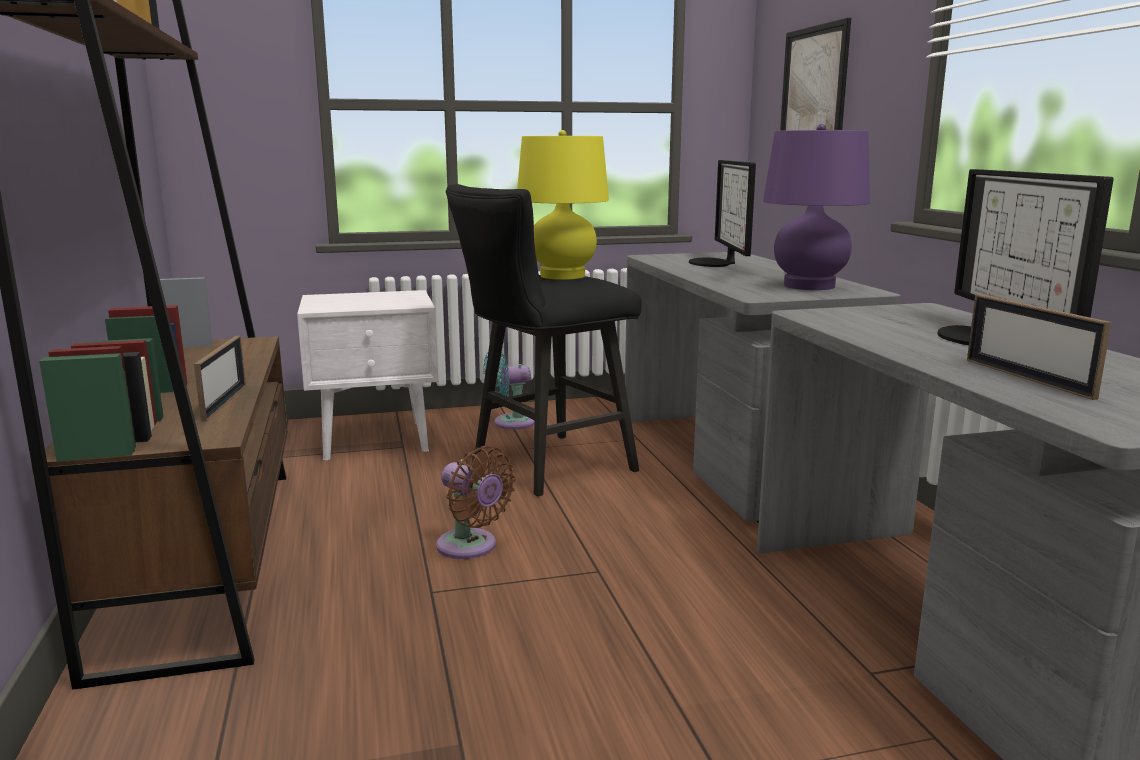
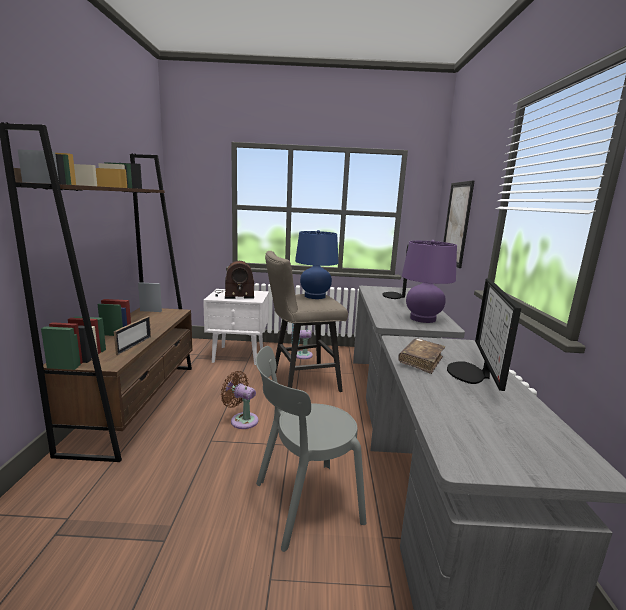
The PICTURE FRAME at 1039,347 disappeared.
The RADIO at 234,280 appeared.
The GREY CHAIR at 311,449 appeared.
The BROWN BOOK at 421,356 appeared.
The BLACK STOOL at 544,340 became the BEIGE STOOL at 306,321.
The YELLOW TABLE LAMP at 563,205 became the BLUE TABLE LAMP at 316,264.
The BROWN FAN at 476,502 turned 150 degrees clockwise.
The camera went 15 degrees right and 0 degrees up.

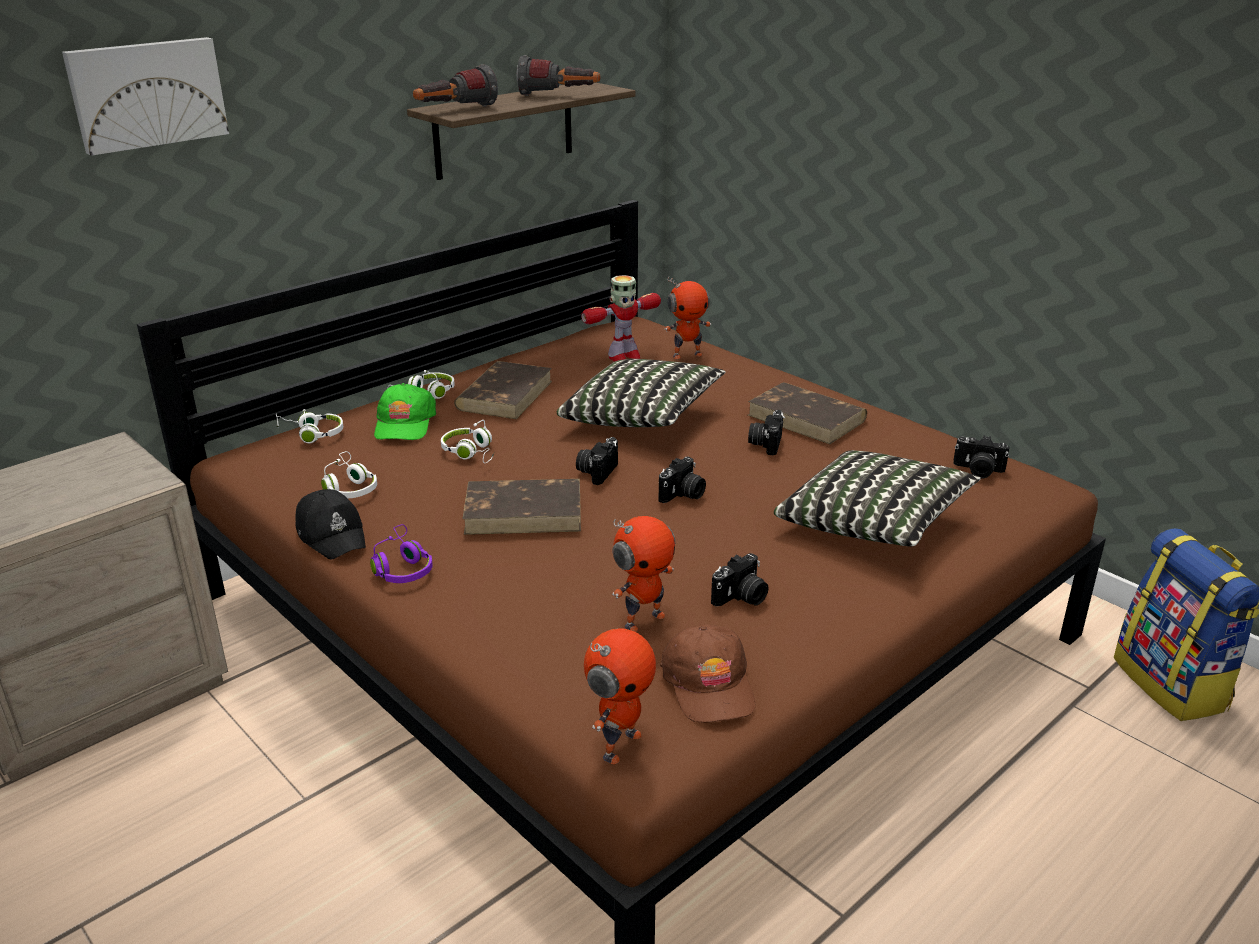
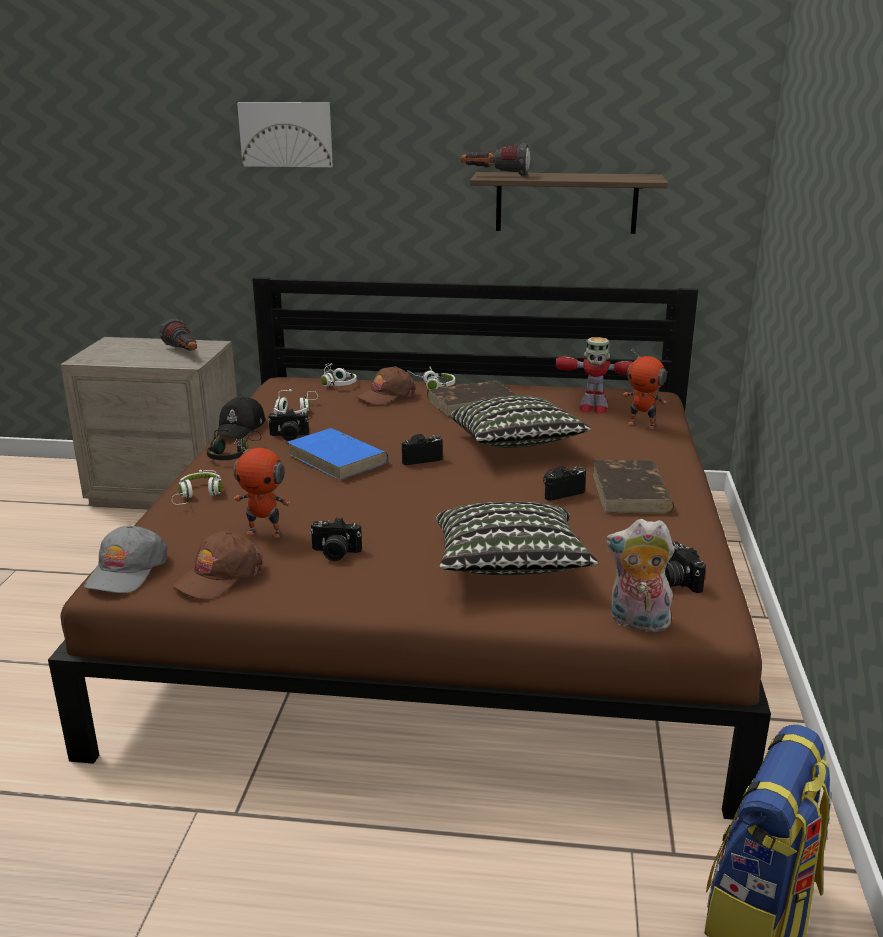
The PLUSH TOY at 640,577 appeared.
The WHITE HEADPHONES moved from 468,442 to 196,487.
The FLASHLIGHT moved from 558,75 to 178,335.
The PHOTO CAMERA moved from 682,480 to 288,425.
The TOY ROBOT at 620,696 was replaced by the GREY CAP at 126,559.
The PURPLE HEADPHONES at 401,553 became the BLACK HEADPHONES at 233,444.
The GREEN CAP at 405,411 became the BROWN CAP at 386,385.
The BROWN BOOK at 521,507 became the BLUE BOOK at 337,454.
The camera went 50 degrees right and 5 degrees down.

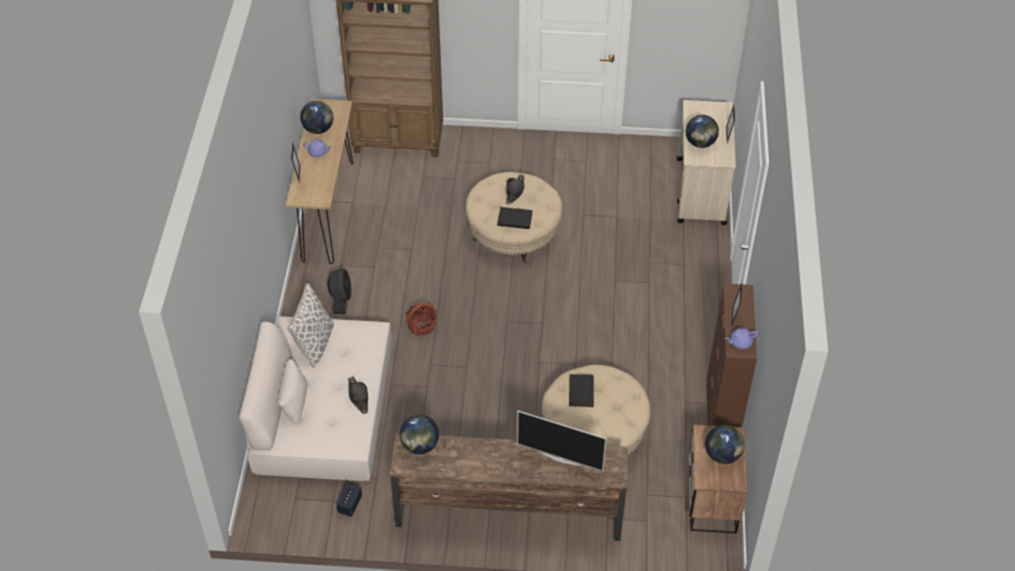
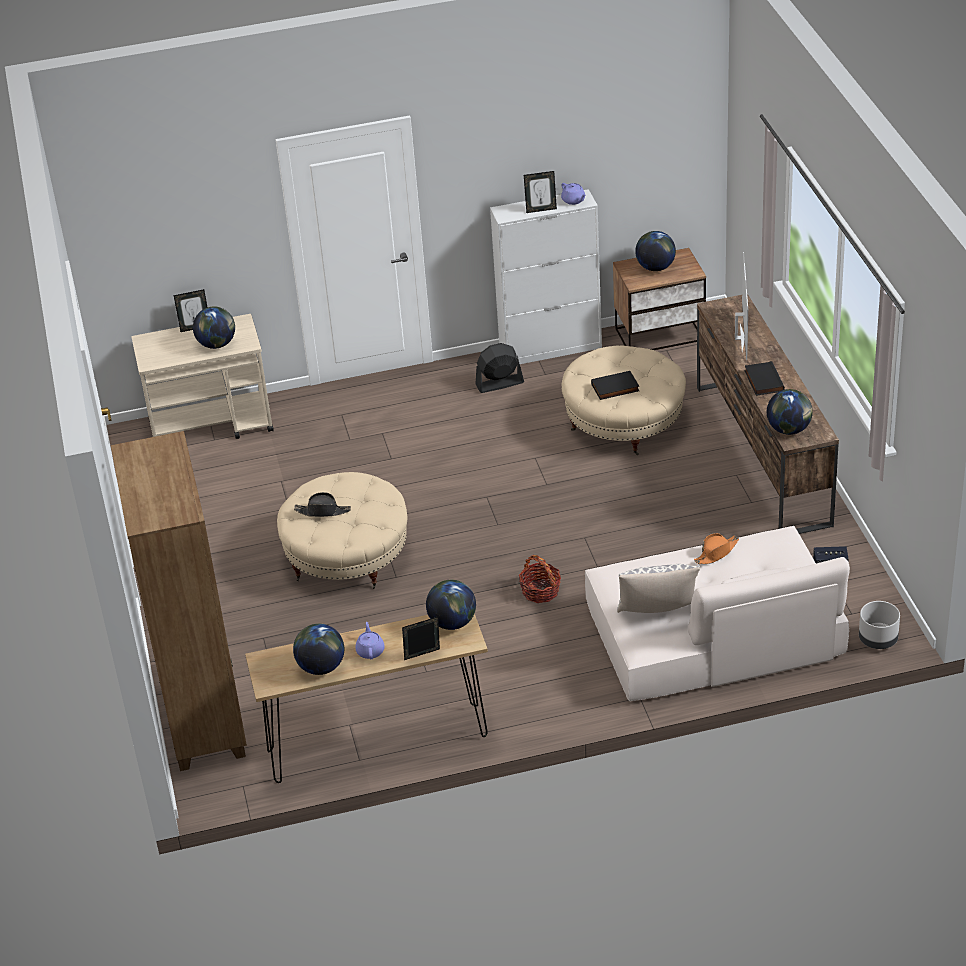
The GLOBE at 451,605 appeared.
The GREY PLANTER at 879,625 appeared.
The BLACK FAN moved from 339,291 to 499,368.
The BLACK BOOK moved from 515,218 to 764,378.
The BLACK HAT at 358,395 became the ORANGE HAT at 716,548.
The BROWN CABINET at 731,355 became the WHITE CABINET at 546,276.
The camera went 105 degrees left and 10 degrees down.

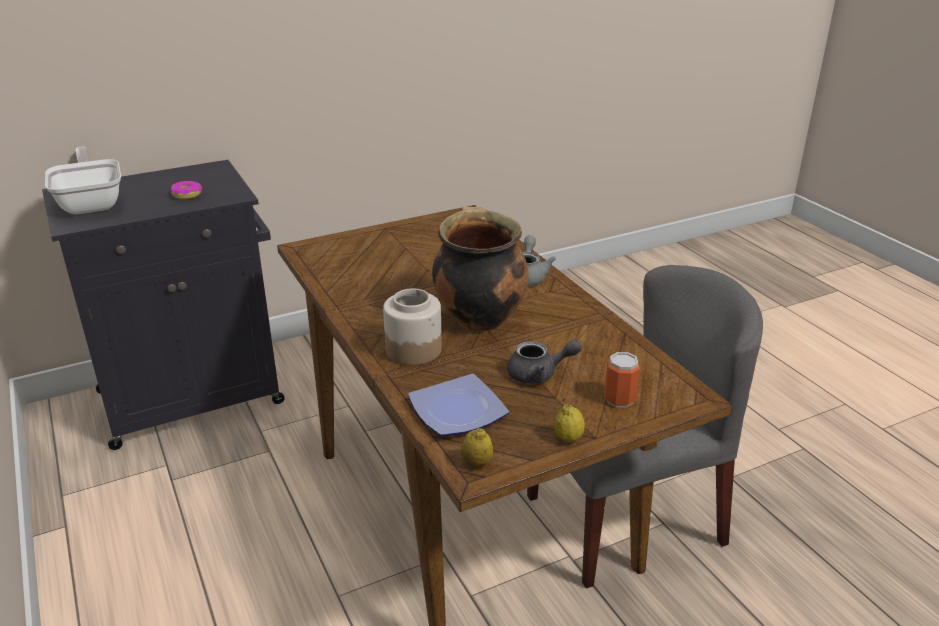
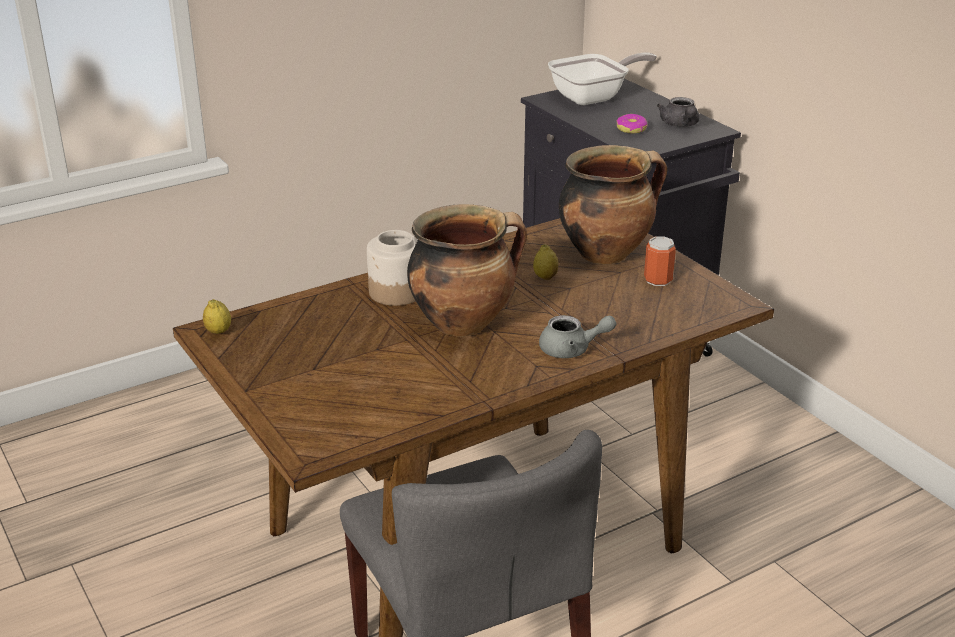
The PLATE at 458,405 disappeared.
The COOKING POT at 613,204 appeared.
The GREY TEAPOT moved from 544,361 to 678,112.
The LEMON moved from 569,423 to 546,262.
The CAN moved from 622,380 to 660,261.
The camera went 85 degrees right and 0 degrees up.

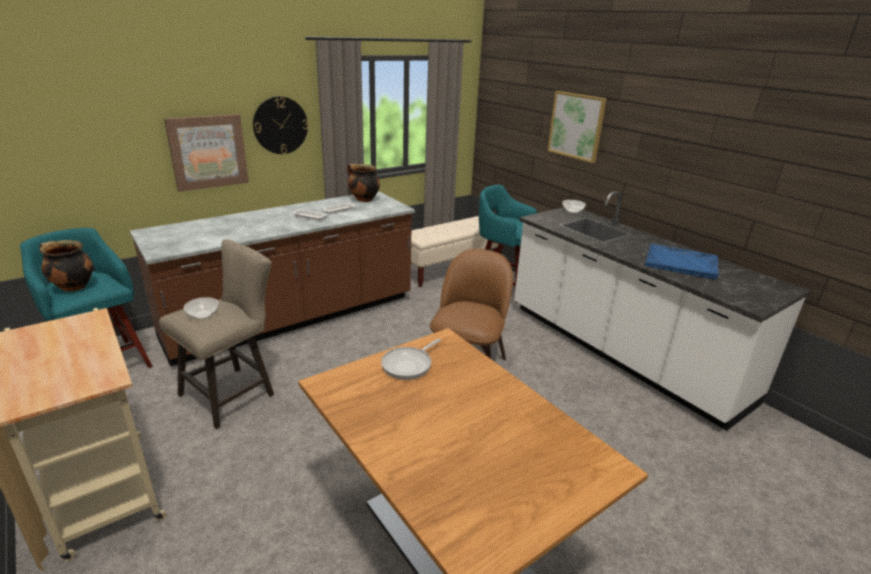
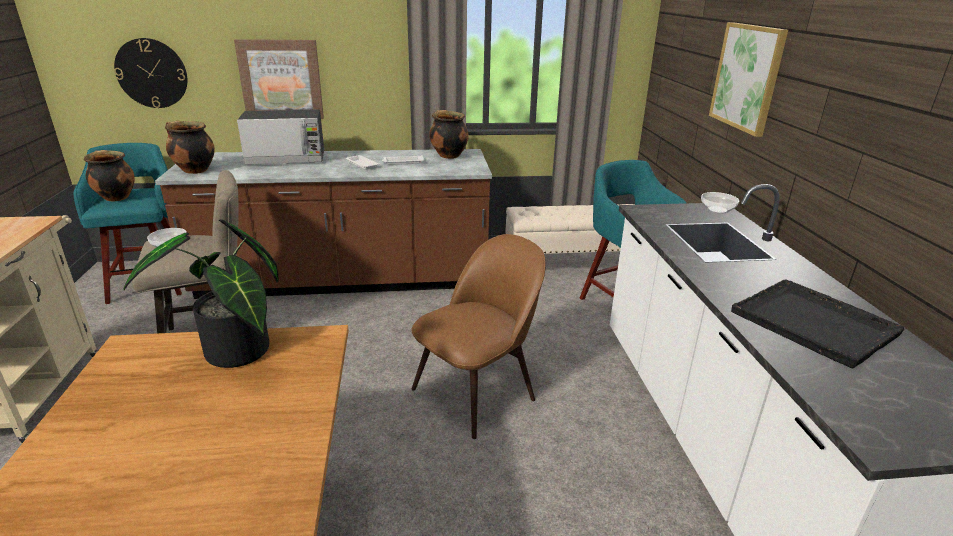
The COOKING POT at 190,147 appeared.
The MICROWAVE at 280,137 appeared.
The WALL CLOCK moved from 280,125 to 150,73.
The FRYING PAN at 411,359 was replaced by the POTTED PLANT at 201,293.
The BLUE TRAY at 682,261 became the BLACK TRAY at 817,323.
The camera went 30 degrees right and 0 degrees up.

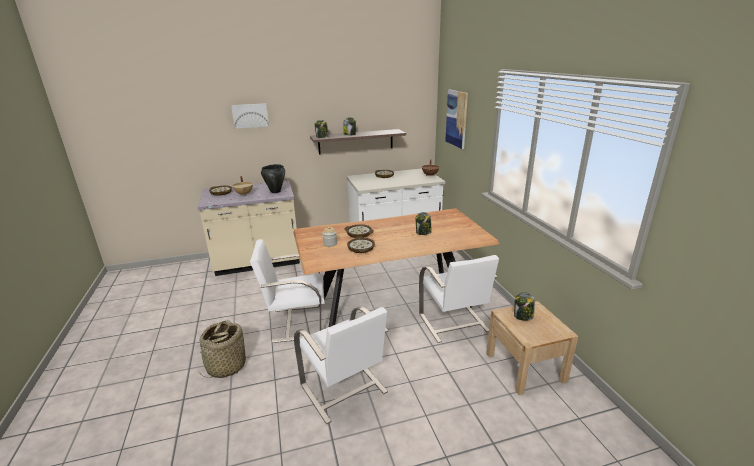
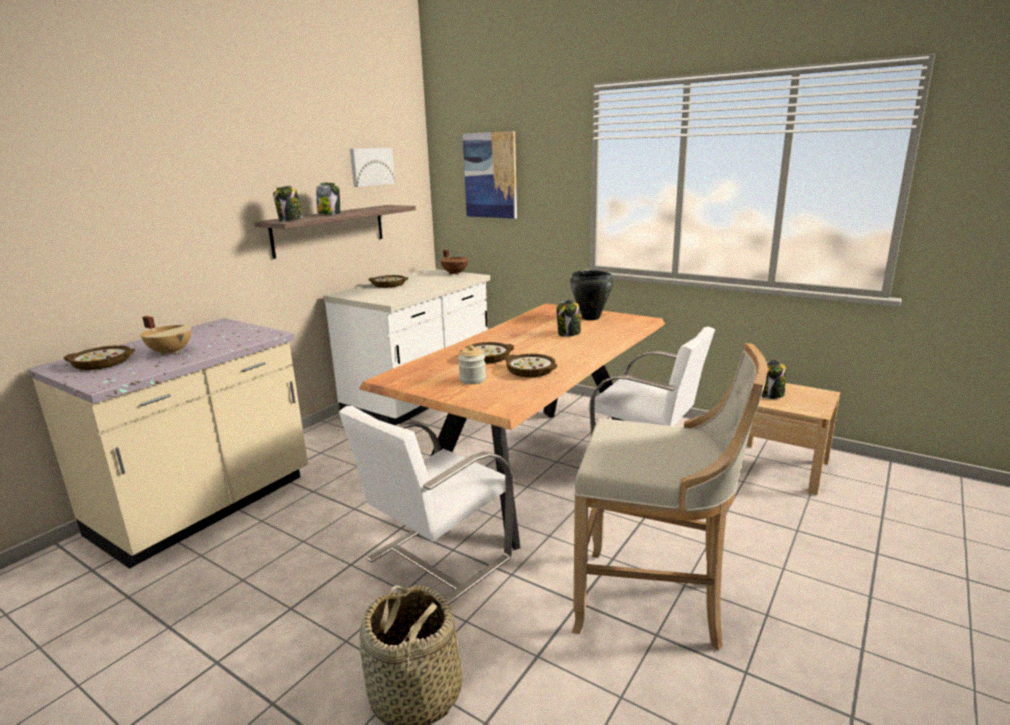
The PICTURE moved from 250,116 to 372,167.
The BLACK COOKING POT moved from 273,178 to 591,295.
The WHITE CHAIR at 341,365 was replaced by the BEIGE STOOL at 670,496.
The camera went 40 degrees left and 5 degrees down.

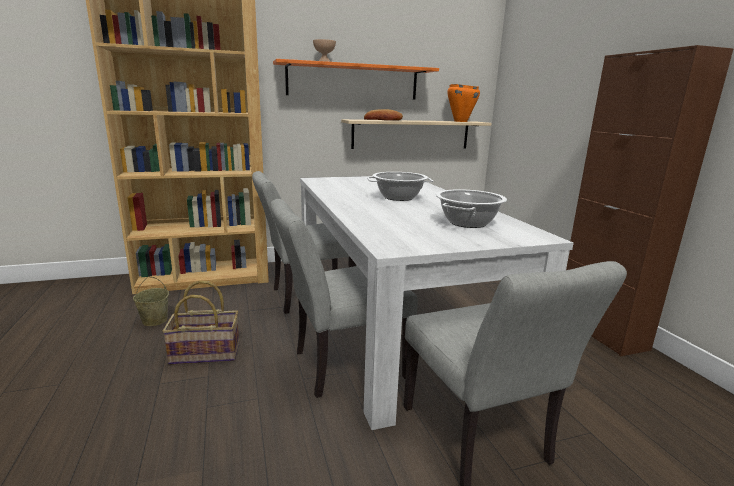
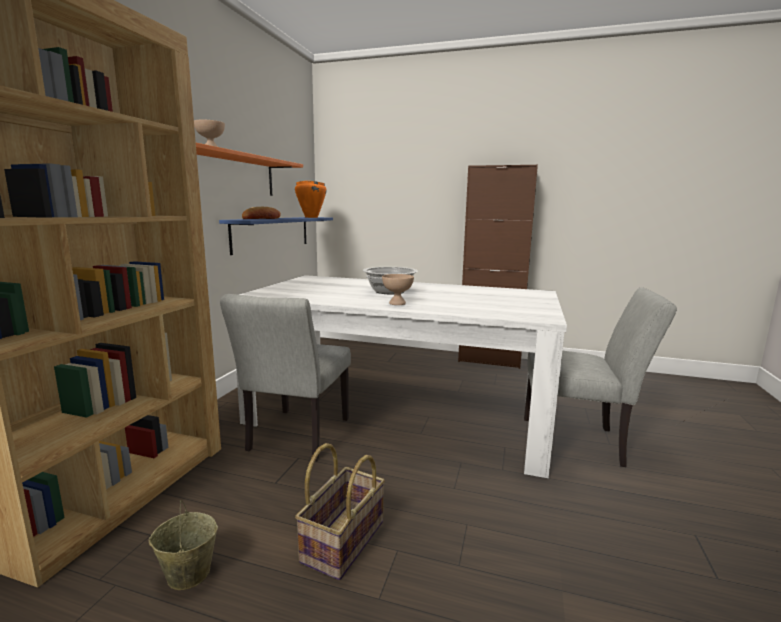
The GREY CHAIR at 344,298 disappeared.
The COOKING POT at 471,208 disappeared.
The BEIGE BOWL at 398,289 appeared.
The BEIGE SHELF at 416,134 became the BLUE SHELF at 276,236.
The camera went 55 degrees left and 5 degrees down.

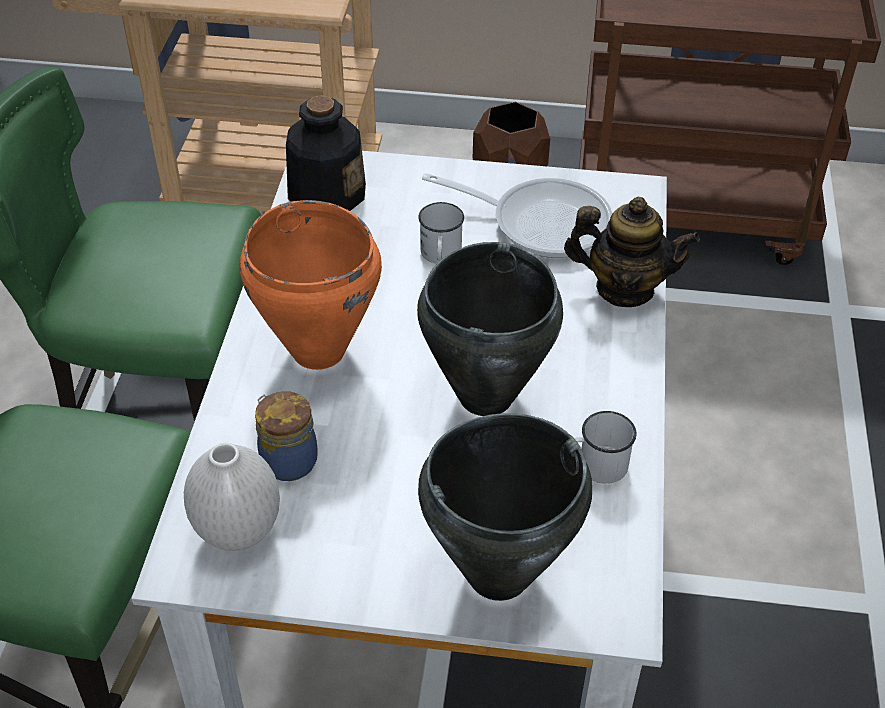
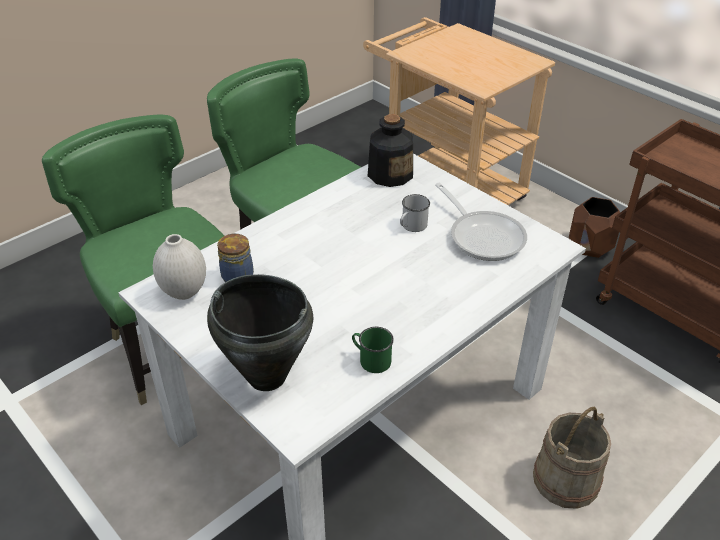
The ORANGE COOKING POT at 310,285 disappeared.
The BLACK COOKING POT at 490,329 disappeared.
The TEAPOT at 632,252 disappeared.
The BEIGE BUCKET at 572,458 appeared.
The WHITE MUG at 605,447 became the GREEN MUG at 373,350.
The camera went 40 degrees right and 5 degrees down.

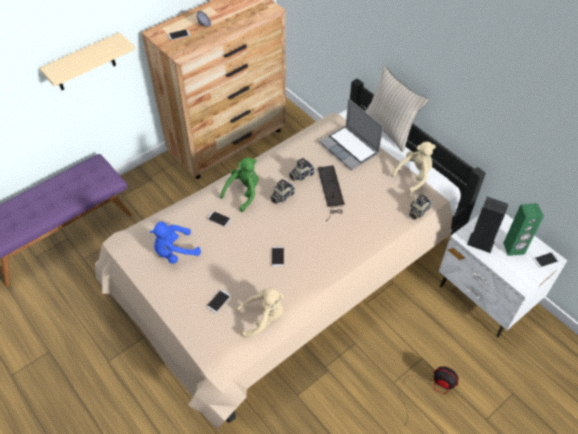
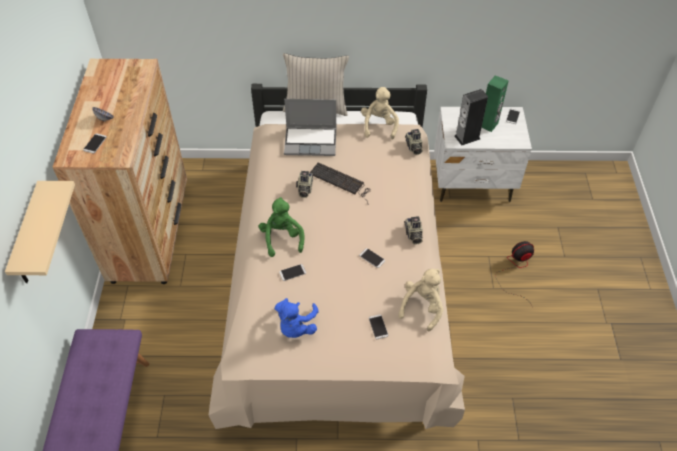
The PHOTO CAMERA moved from 282,191 to 413,230.
The camera went 50 degrees left and 0 degrees up.

